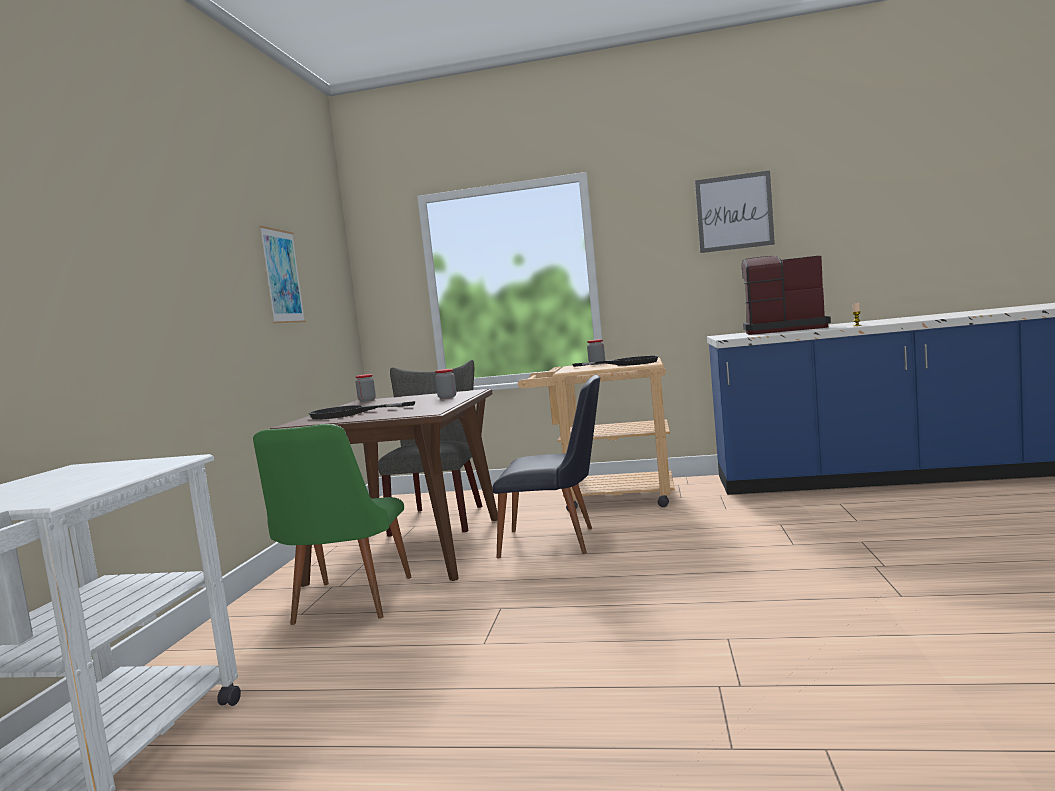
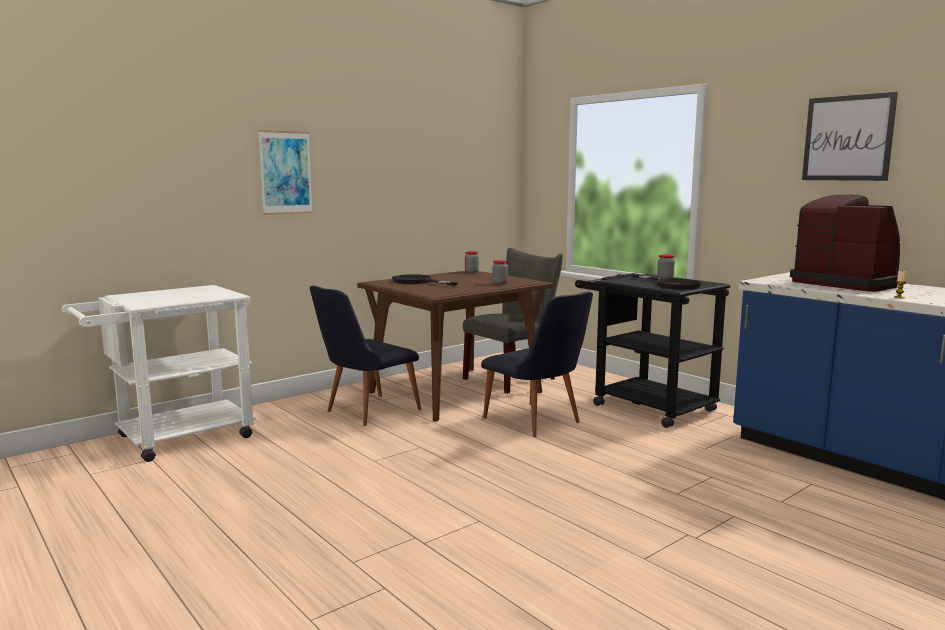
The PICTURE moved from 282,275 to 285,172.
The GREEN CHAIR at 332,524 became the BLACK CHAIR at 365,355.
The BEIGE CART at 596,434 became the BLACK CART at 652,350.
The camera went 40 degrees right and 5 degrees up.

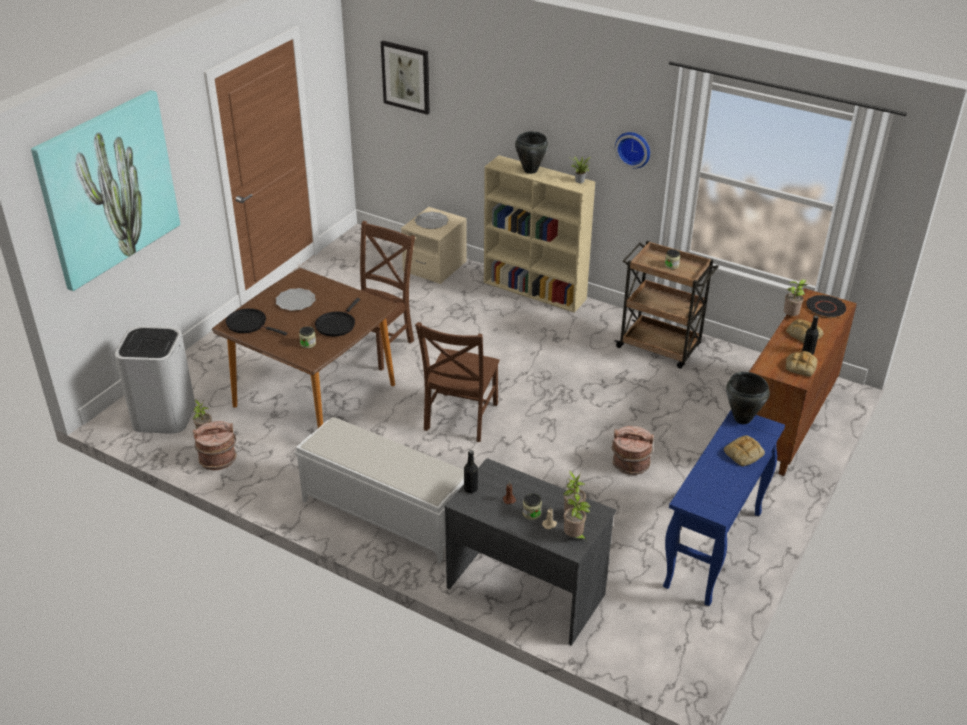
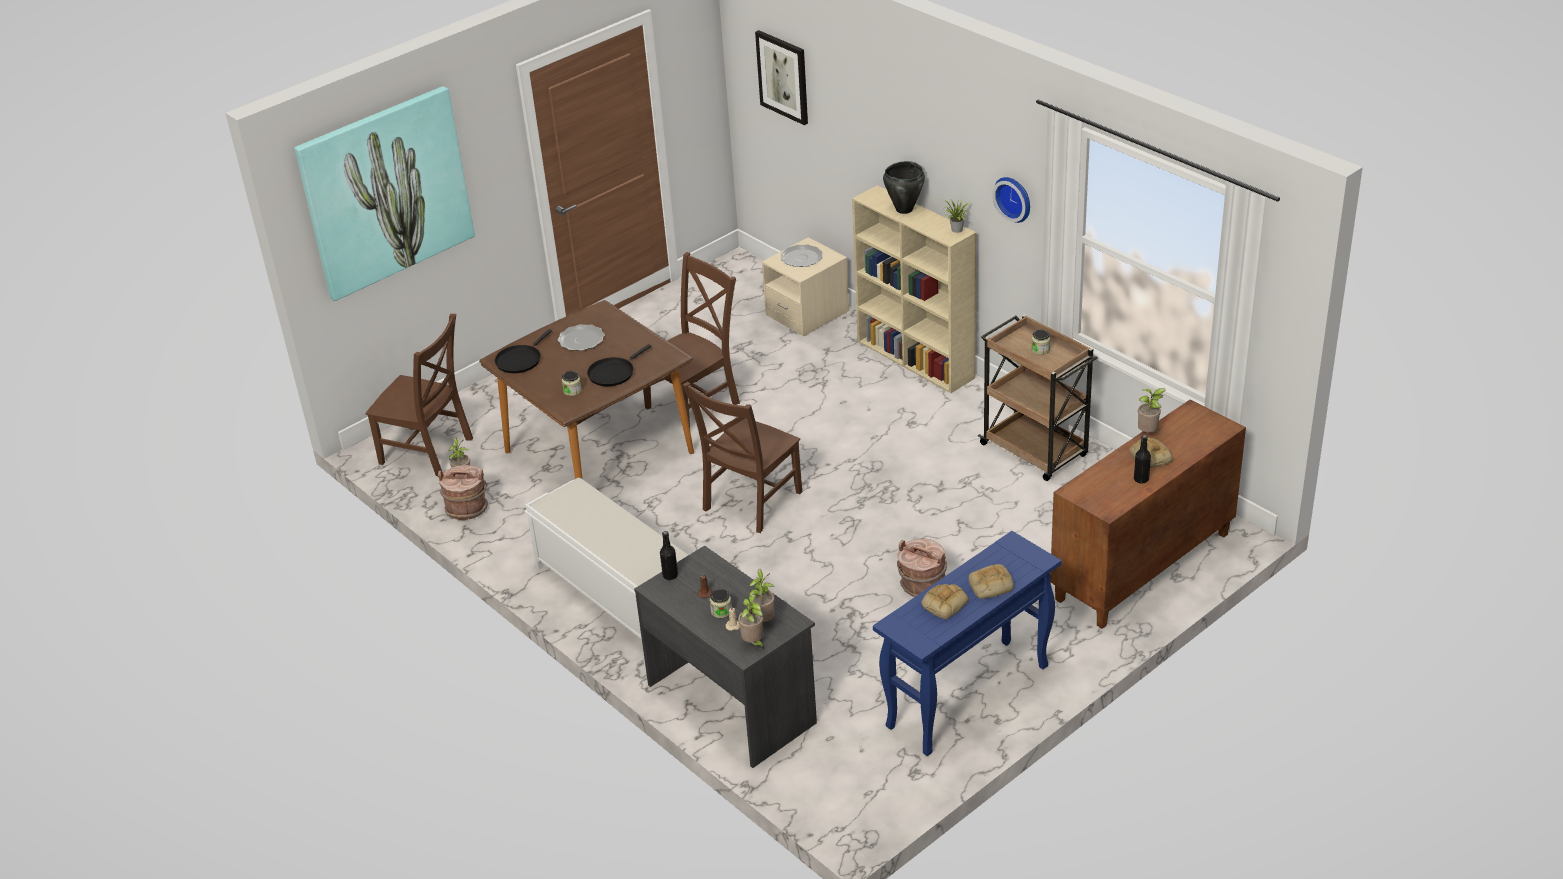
The BLACK COOKING POT at 748,398 disappeared.
The BLACK PLATE at 826,306 disappeared.
The BREAD moved from 802,364 to 945,602.
The WHITE TRASH CAN at 155,380 was replaced by the BROWN CHAIR at 419,395.
The BLACK FRYING PAN at 256,322 turned 105 degrees counterclockwise.
The camera went 20 degrees right and 0 degrees up.

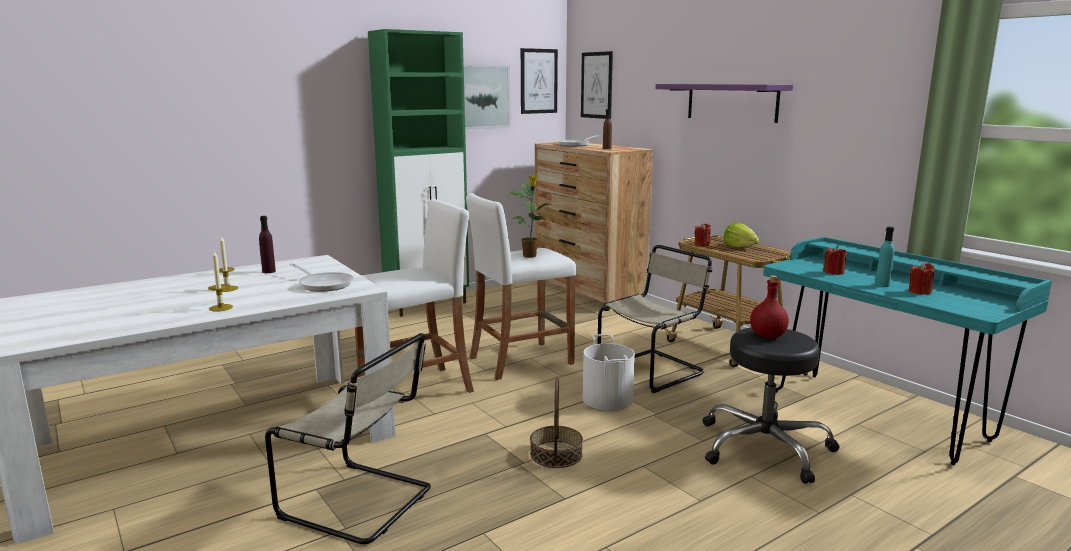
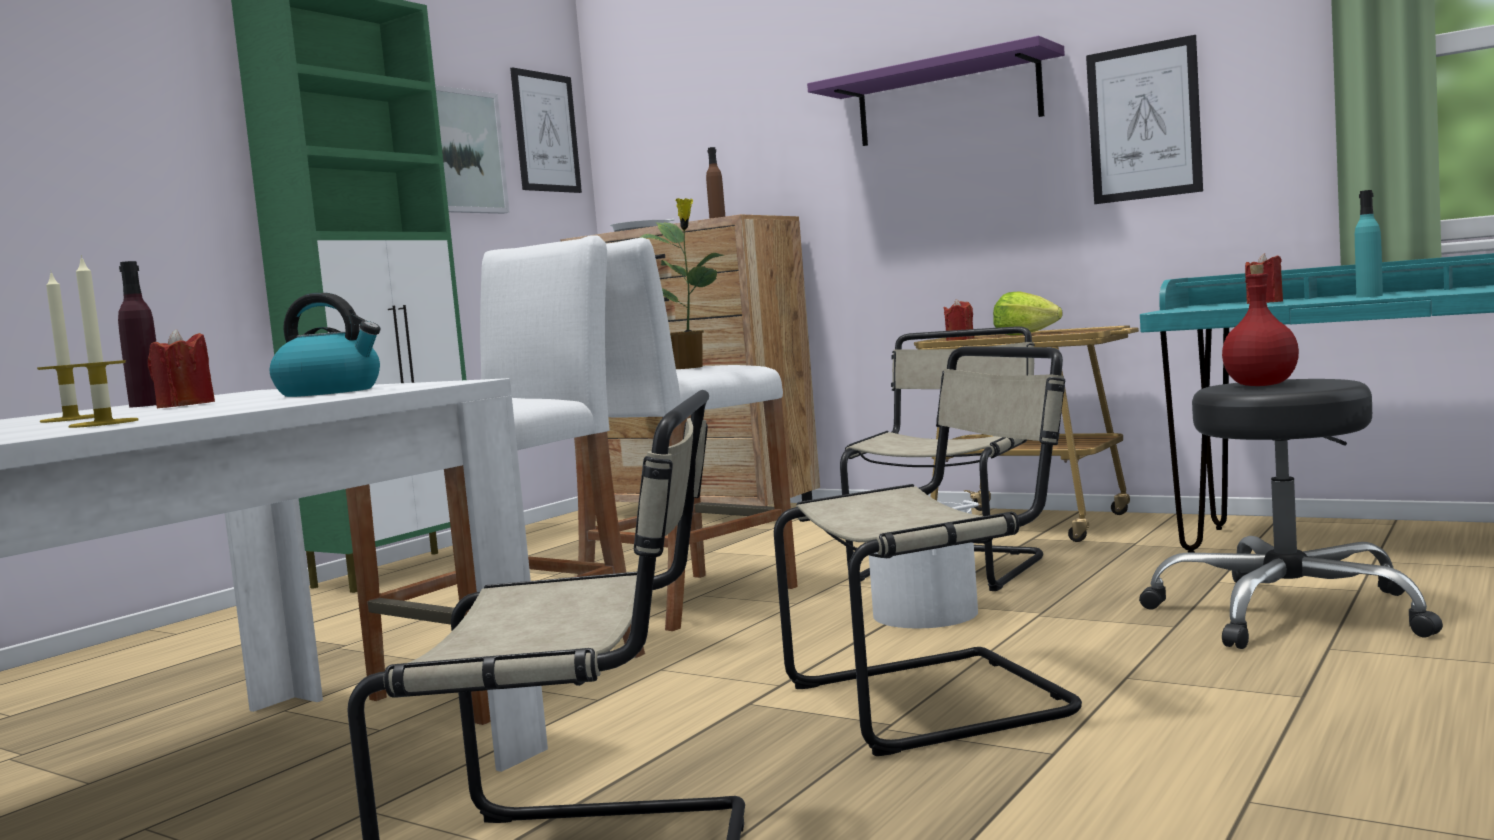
The PICTURE moved from 597,85 to 1144,119.
The RED CANDLE moved from 922,278 to 181,368.
The FRYING PAN at 322,277 was replaced by the KETTLE at 325,345.
The BASKET at 556,422 was replaced by the BEIGE CHAIR at 928,551.
The camera went 20 degrees left and 10 degrees down.

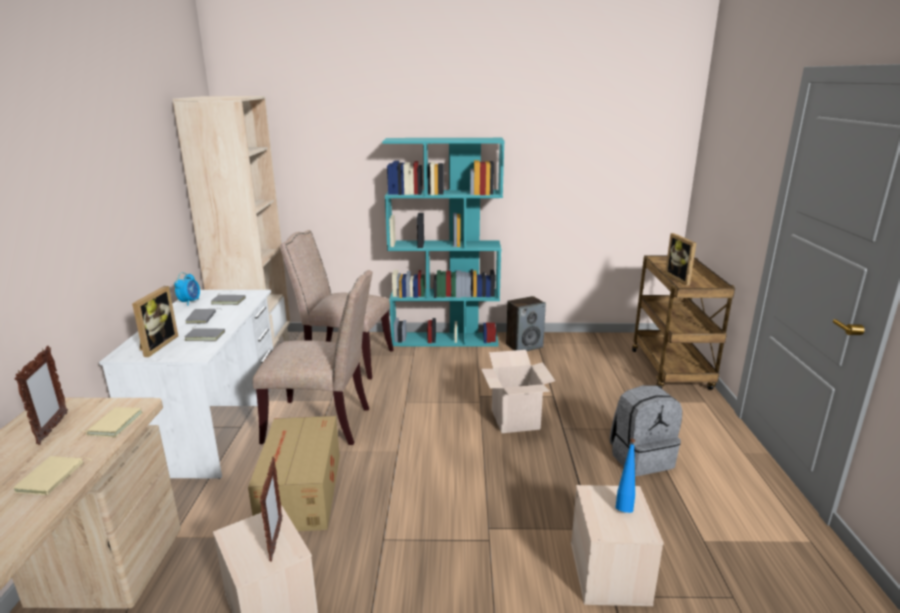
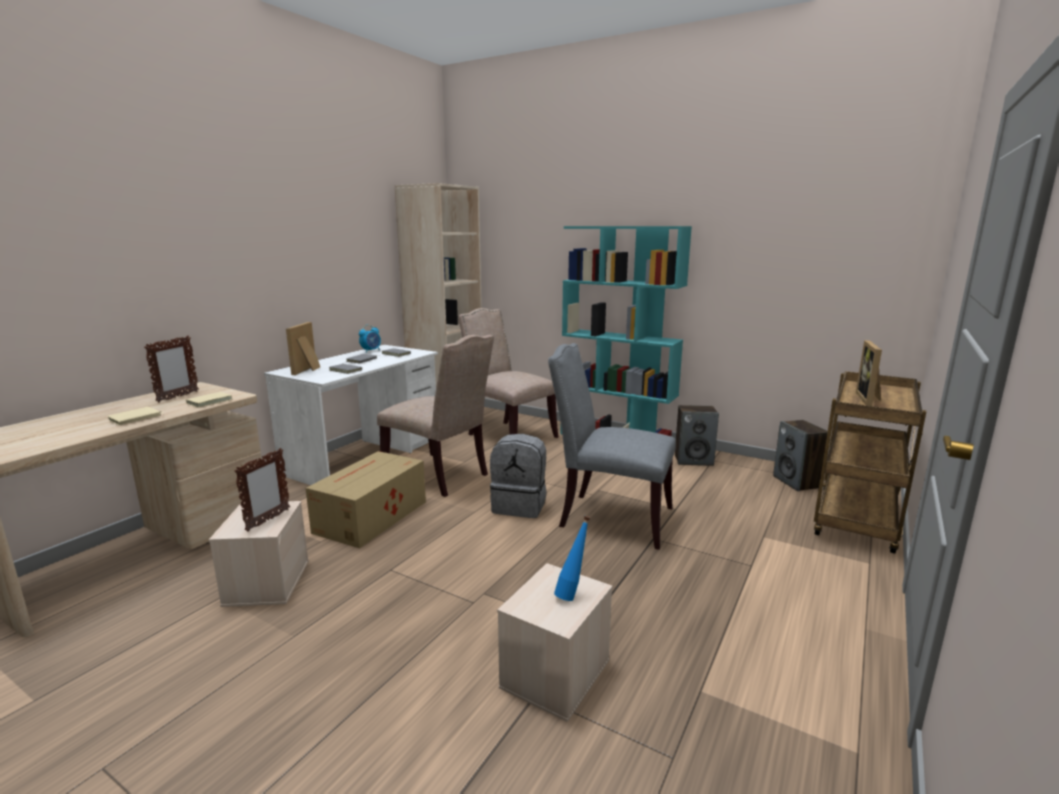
The SPEAKER at 800,455 appeared.
The GREY BACKPACK moved from 646,430 to 518,476.
The CARDBOARD BOX at 518,391 was replaced by the GREY CHAIR at 612,446.
The PICTURE FRAME at 155,321 turned 150 degrees clockwise.
The camera went 30 degrees right and 5 degrees down.

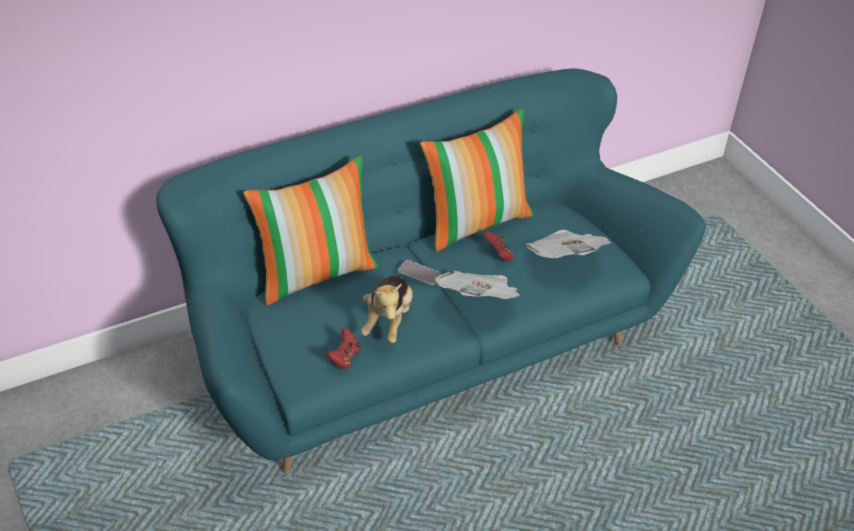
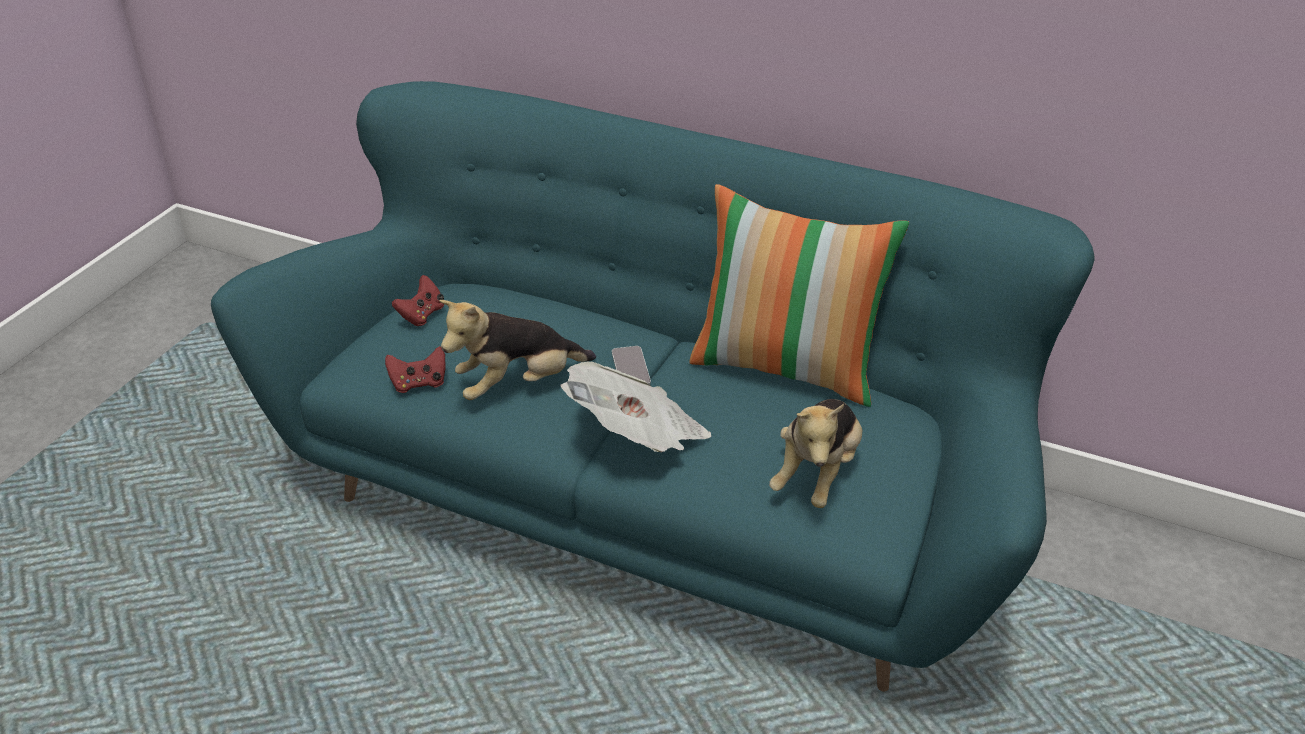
The PILLOW at 310,230 disappeared.
The RED GAME CONTROLLER moved from 499,246 to 418,300.
The NEWSPAPER at 568,244 was replaced by the PLUSH TOY at 815,453.
The camera went 55 degrees right and 5 degrees down.

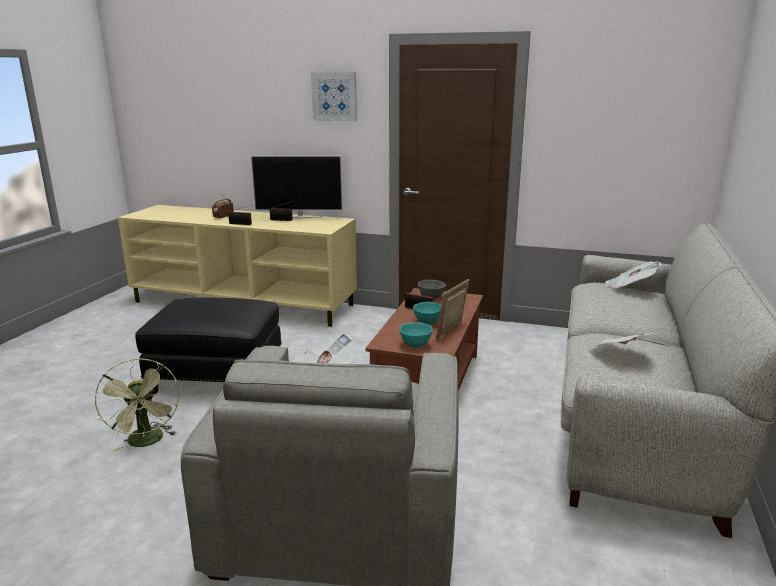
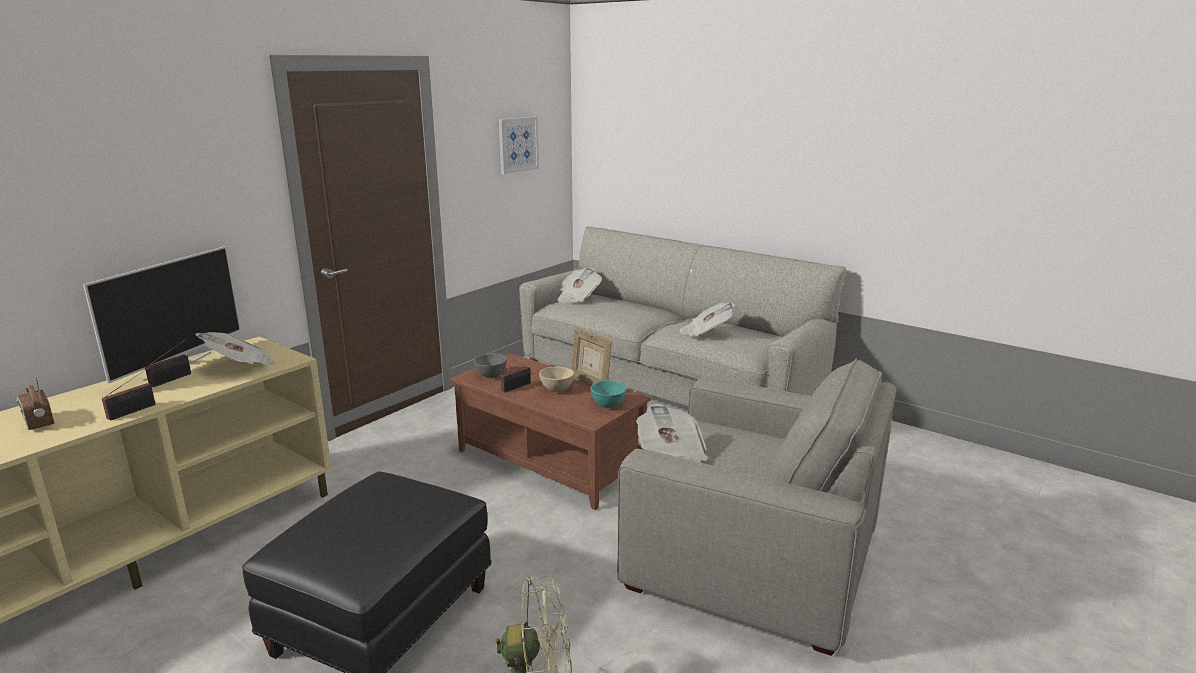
The NEWSPAPER at 237,348 appeared.
The PICTURE moved from 334,97 to 519,145.
The TURQUOISE BOWL at 427,313 became the BEIGE BOWL at 556,379.
The camera went 70 degrees left and 0 degrees up.

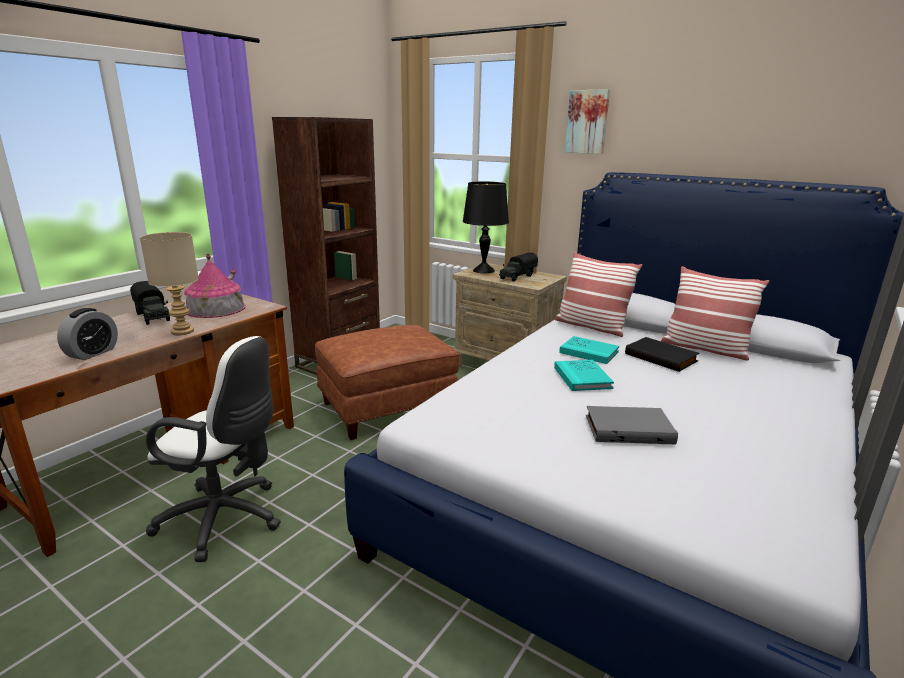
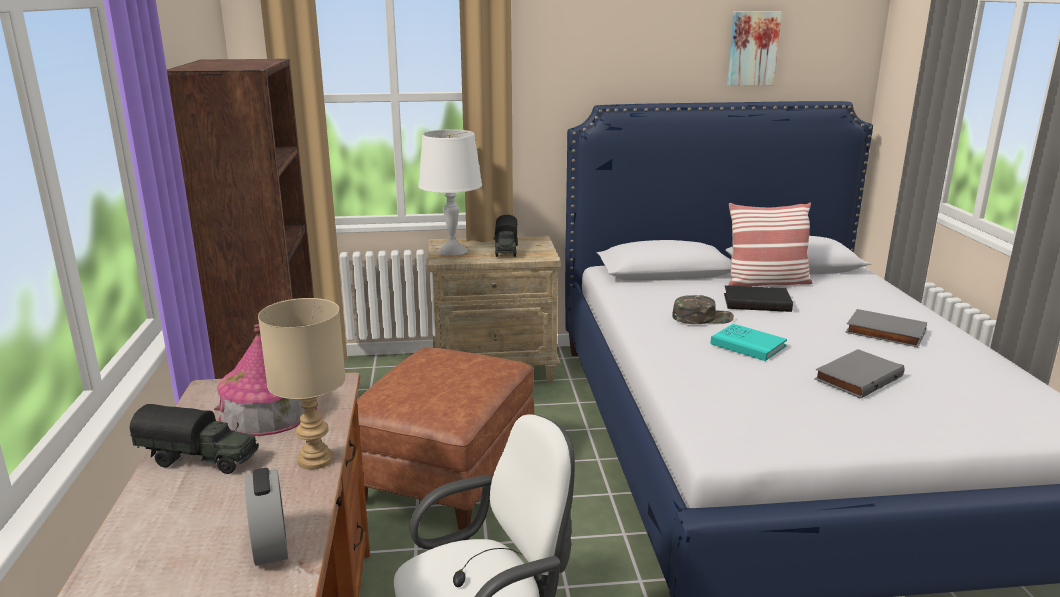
The PILLOW at 598,294 disappeared.
The GREY BOOK at 886,328 appeared.
The PICTURE moved from 587,121 to 754,48.
The TURQUOISE BOOK at 589,350 was replaced by the GREEN CAP at 703,309.
The BLACK TABLE LAMP at 486,227 became the WHITE TABLE LAMP at 450,192.
The camera went 40 degrees left and 0 degrees up.

